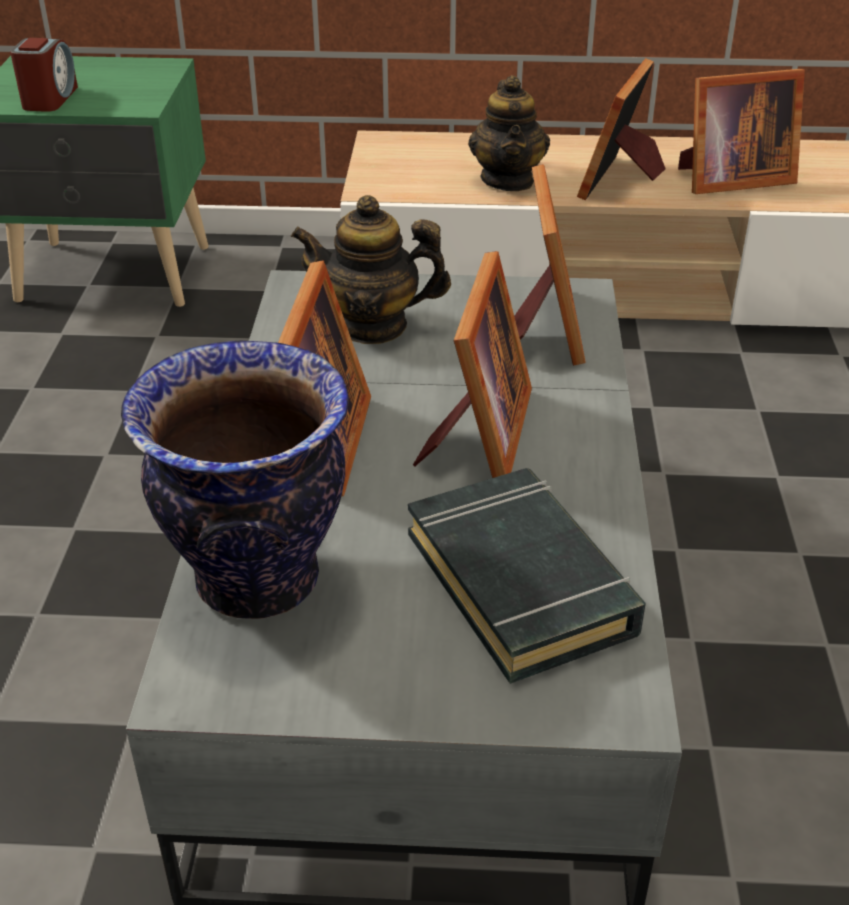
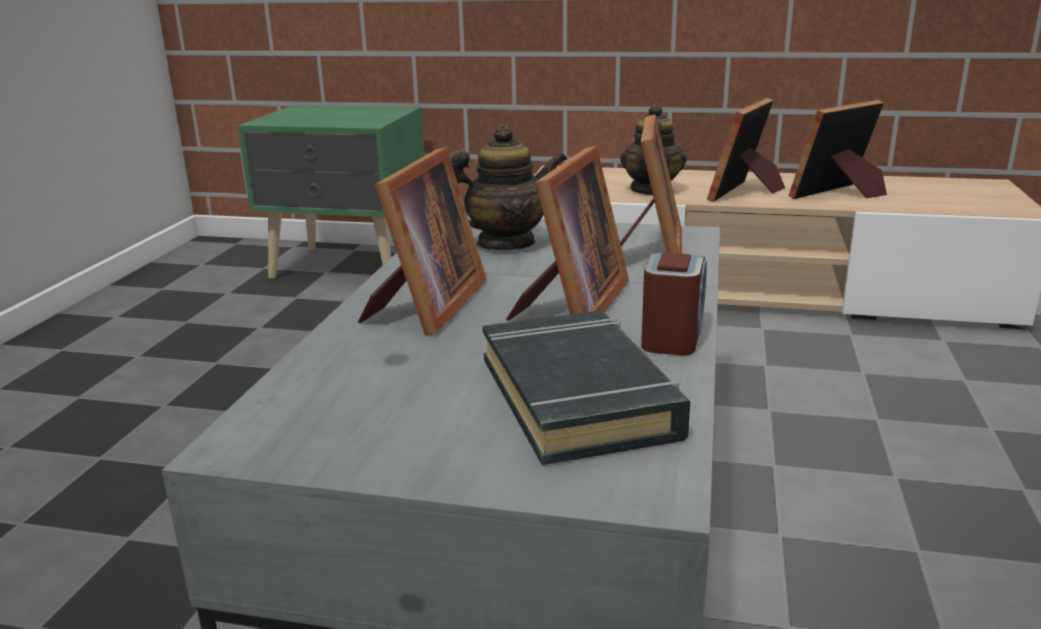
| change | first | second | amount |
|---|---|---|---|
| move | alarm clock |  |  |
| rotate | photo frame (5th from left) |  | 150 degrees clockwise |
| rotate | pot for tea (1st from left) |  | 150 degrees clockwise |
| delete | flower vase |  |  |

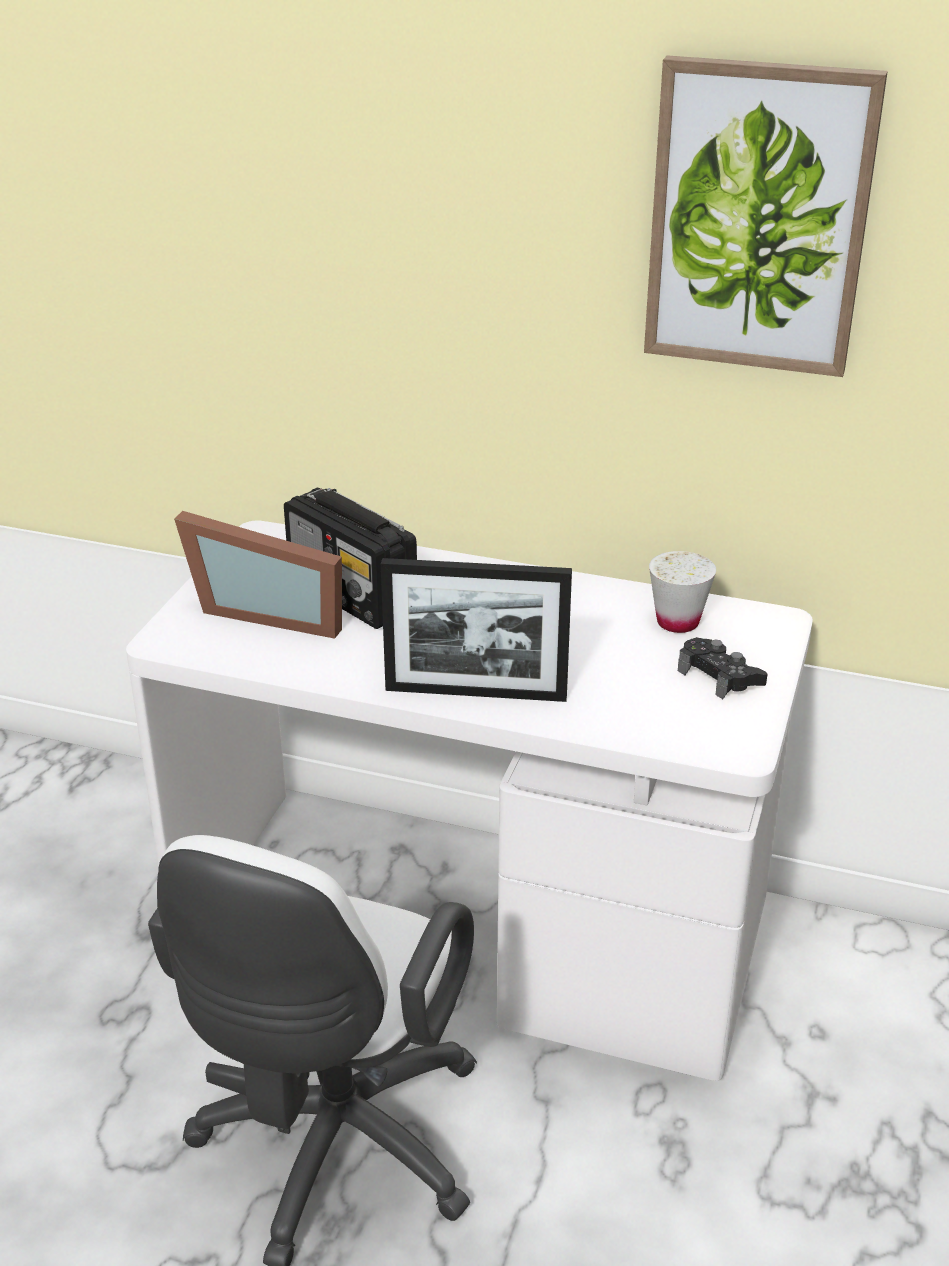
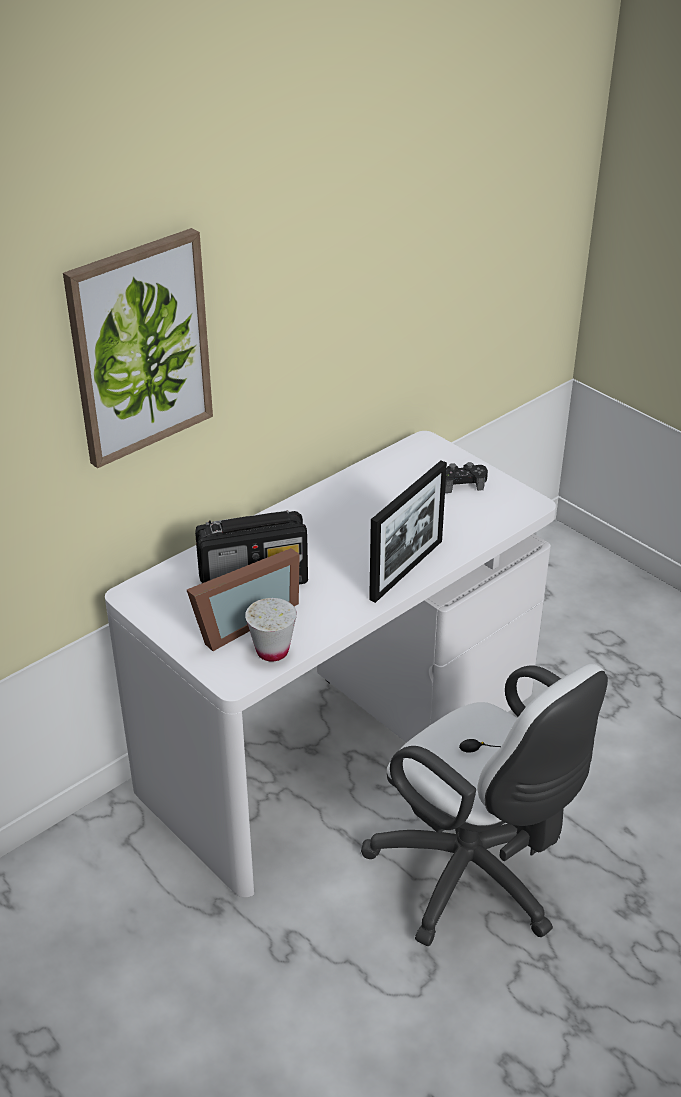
| change | first | second | amount |
|---|---|---|---|
| move | picture |  |  |
| move | whitish drinking cup |  |  |

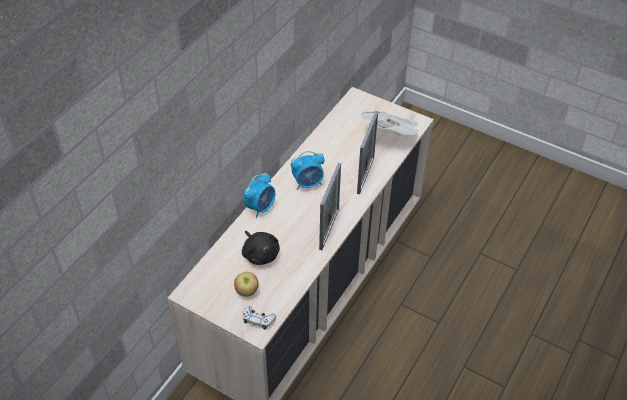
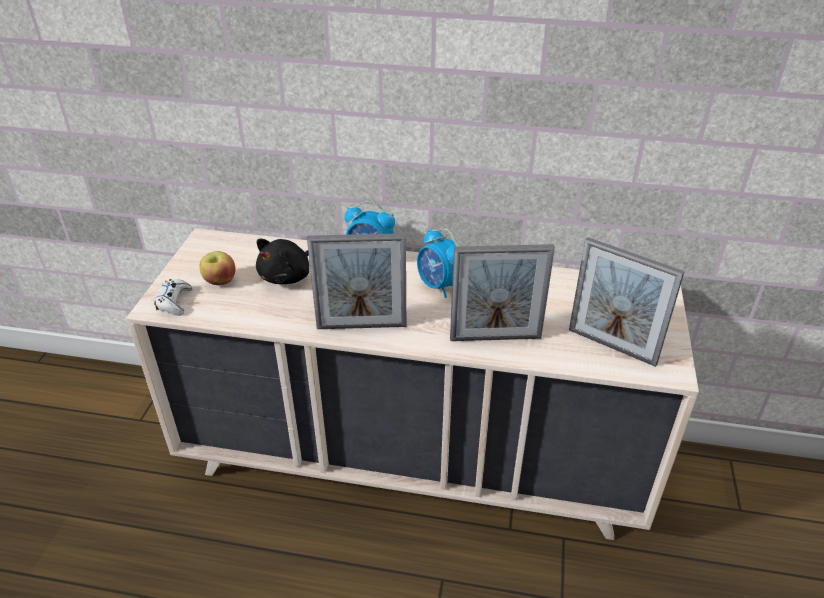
| change | first | second | amount |
|---|---|---|---|
| replace | daily paper | photo frame (3rd from left) |  |

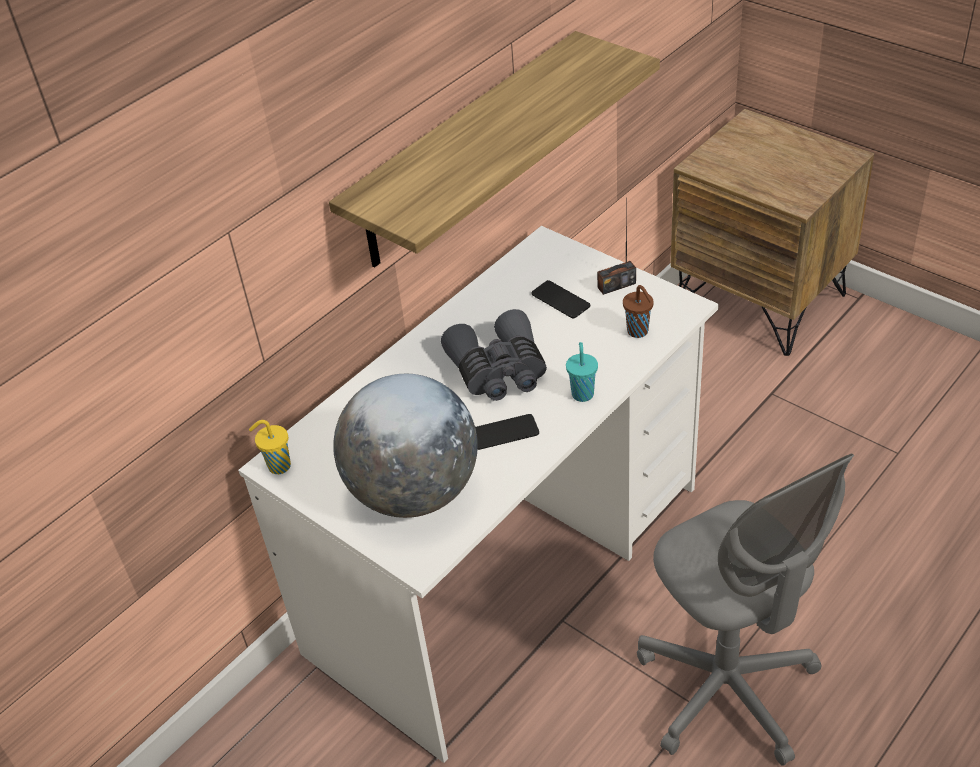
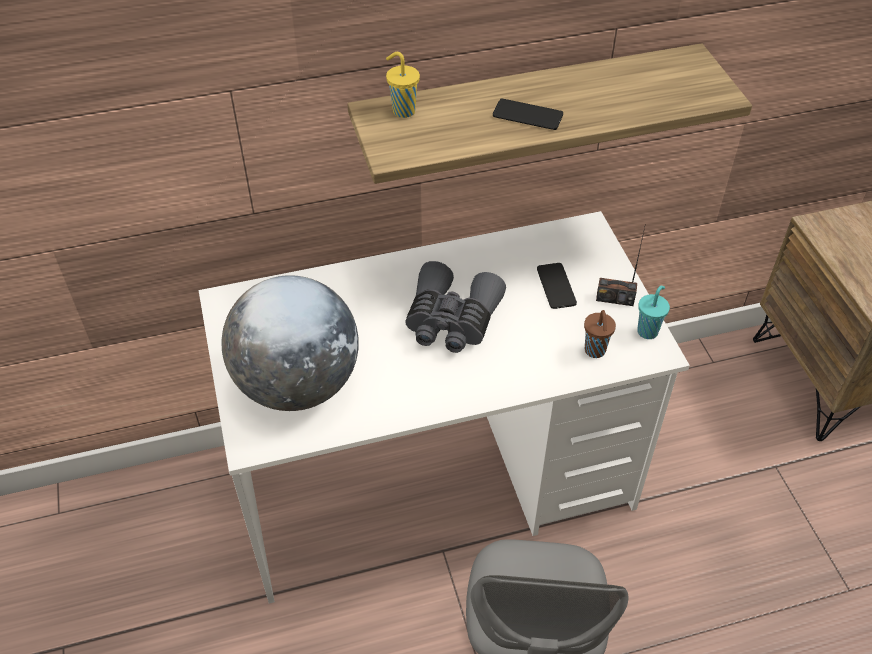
| change | first | second | amount |
|---|---|---|---|
| move | turquoise-coloured drinking cup |  |  |
| move | phone (1st from left) |  |  |
| move | yellowish drinking cup |  |  |

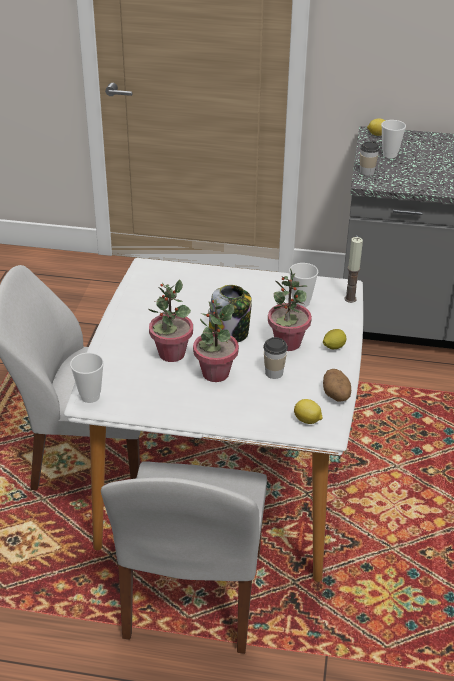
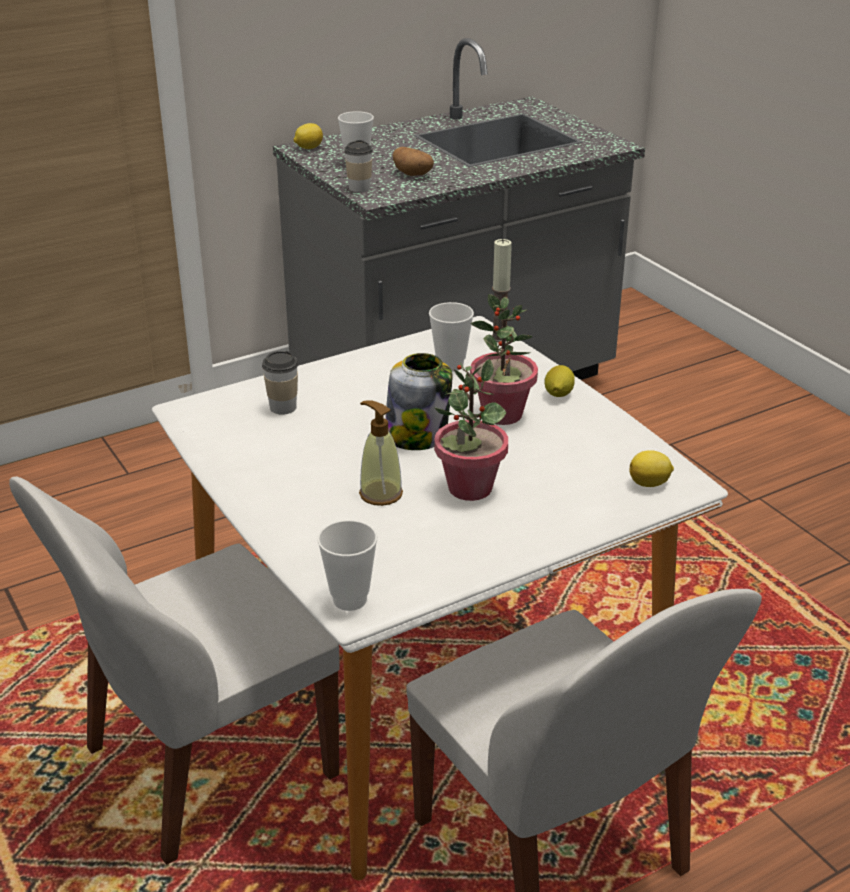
| change | first | second | amount |
|---|---|---|---|
| replace | potted plant (1st from left) | liquid soap bottle |  |
| move | drinking cup (2nd from left in the first image) | drinking cup (1st from left) |  |
| move | potato |  |  |

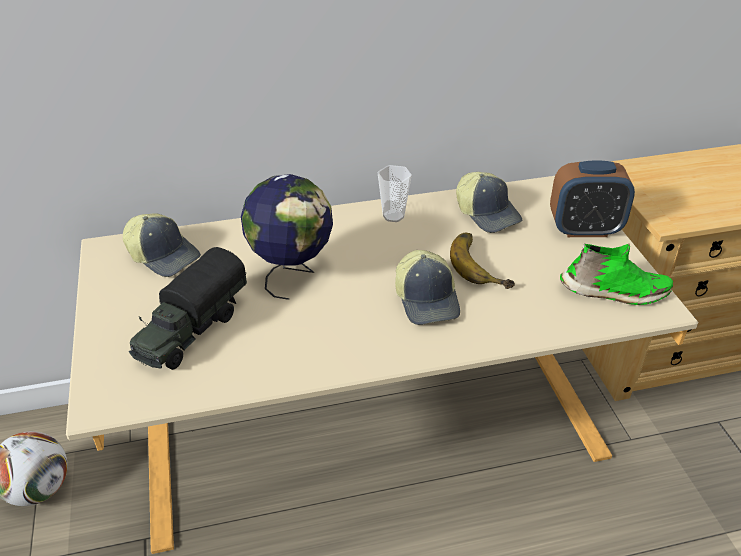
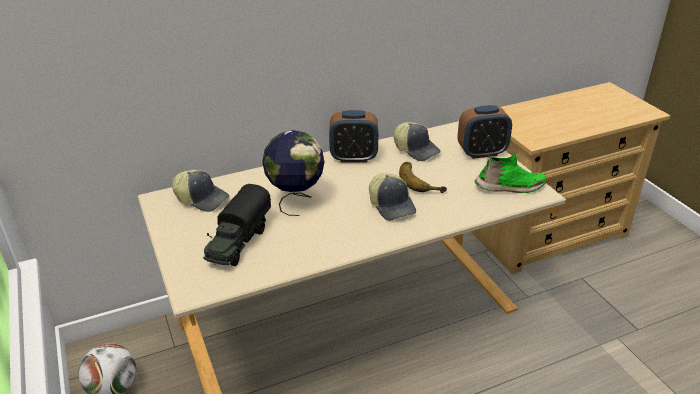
| change | first | second | amount |
|---|---|---|---|
| replace | drinking cup | alarm clock (1st from left) |  |

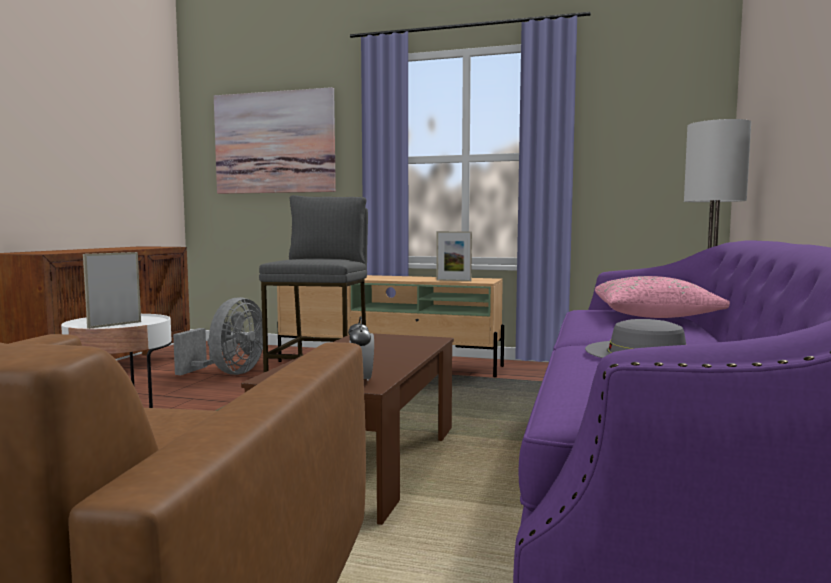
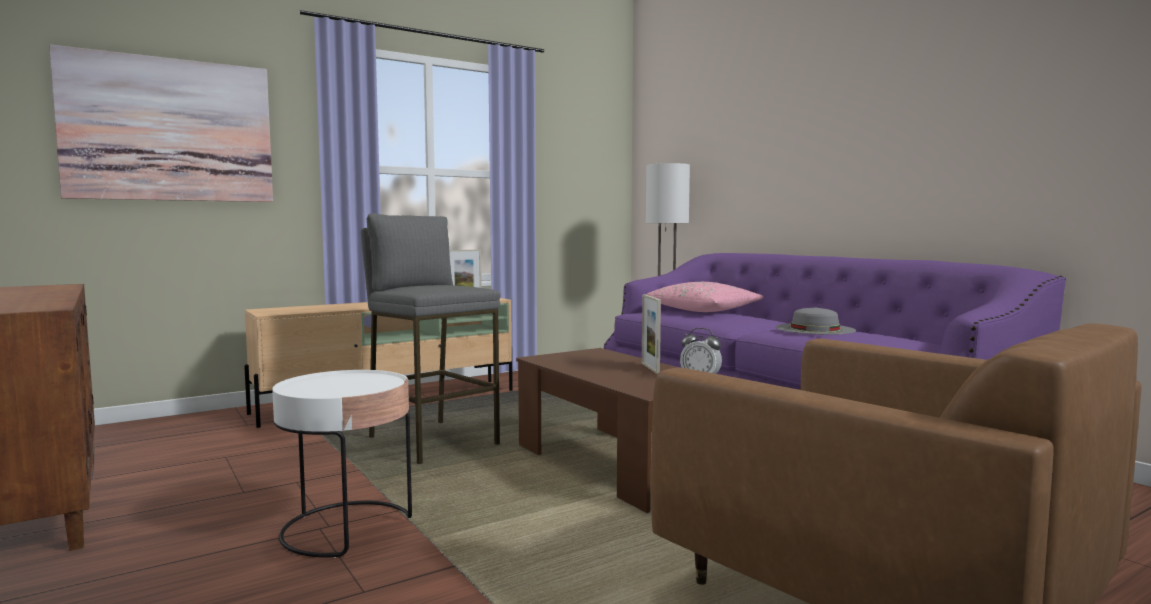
| change | first | second | amount |
|---|---|---|---|
| move | photo frame (1st from left in the first image) | photo frame (2nd from left) |  |
| delete | gray fan |  |  |

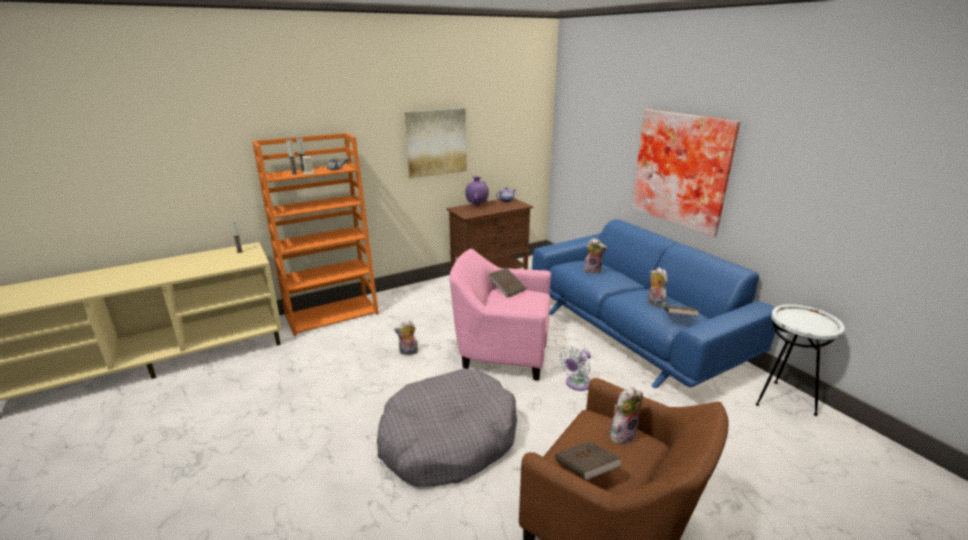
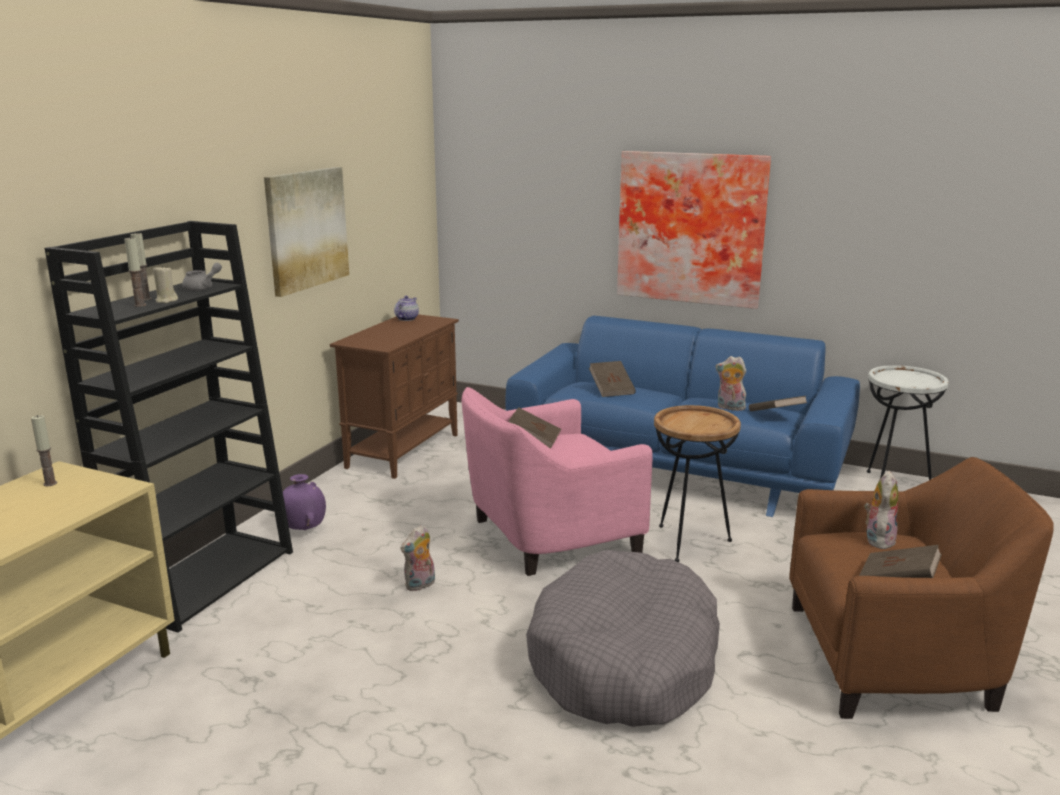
| change | first | second | amount |
|---|---|---|---|
| recolor | orange-coloured bookshelf | black bookshelf |  |
| move | purplish flower vase |  |  |
| replace | plush toy (2nd from left) | brown-coloured volume (2nd from left) |  |
| replace | whitish fan | brown-coloured end table |  |

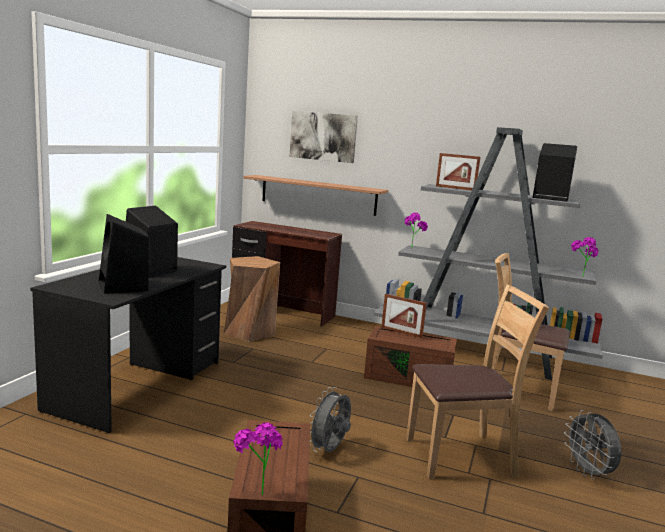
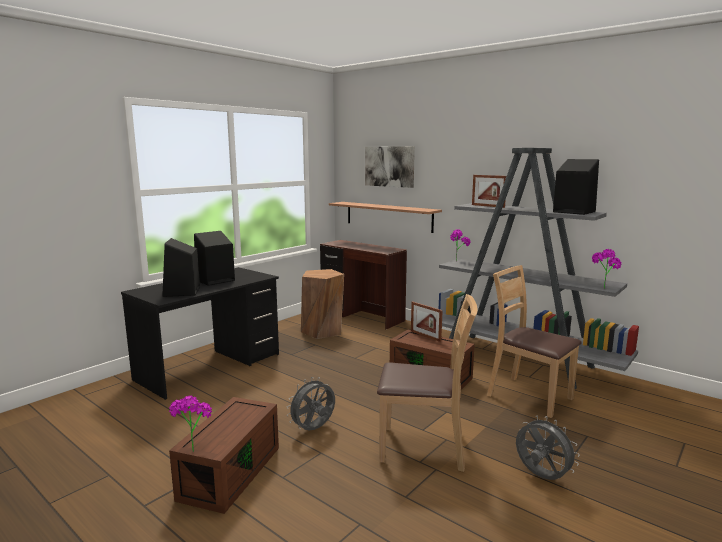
| change | first | second | amount |
|---|---|---|---|
| rotate | gray fan (2nd from left) |  | 135 degrees clockwise |

